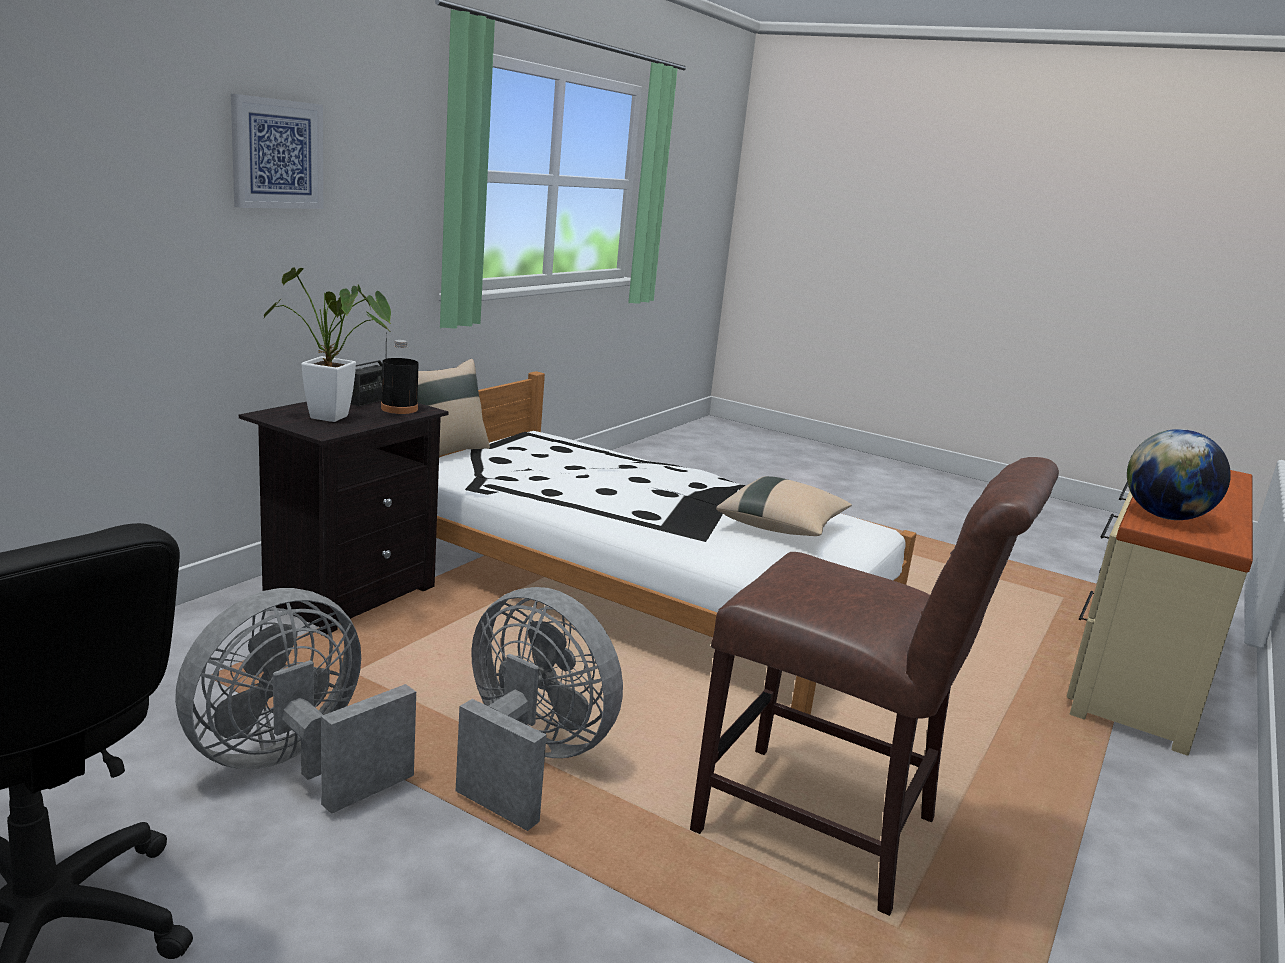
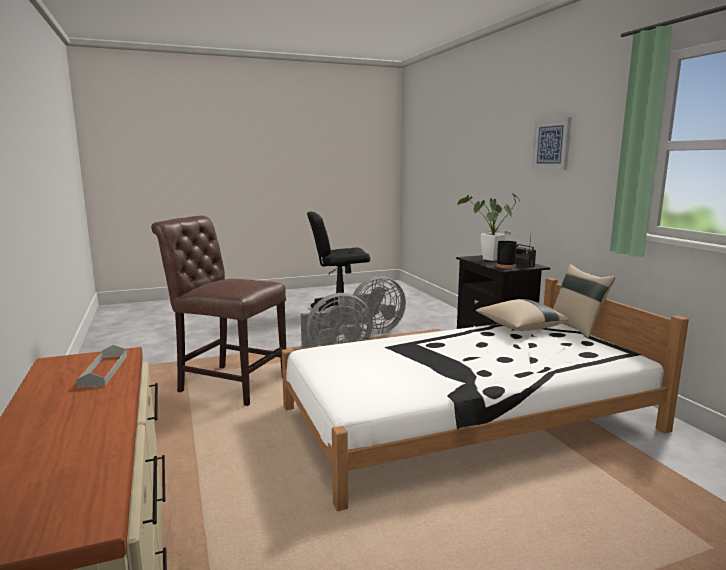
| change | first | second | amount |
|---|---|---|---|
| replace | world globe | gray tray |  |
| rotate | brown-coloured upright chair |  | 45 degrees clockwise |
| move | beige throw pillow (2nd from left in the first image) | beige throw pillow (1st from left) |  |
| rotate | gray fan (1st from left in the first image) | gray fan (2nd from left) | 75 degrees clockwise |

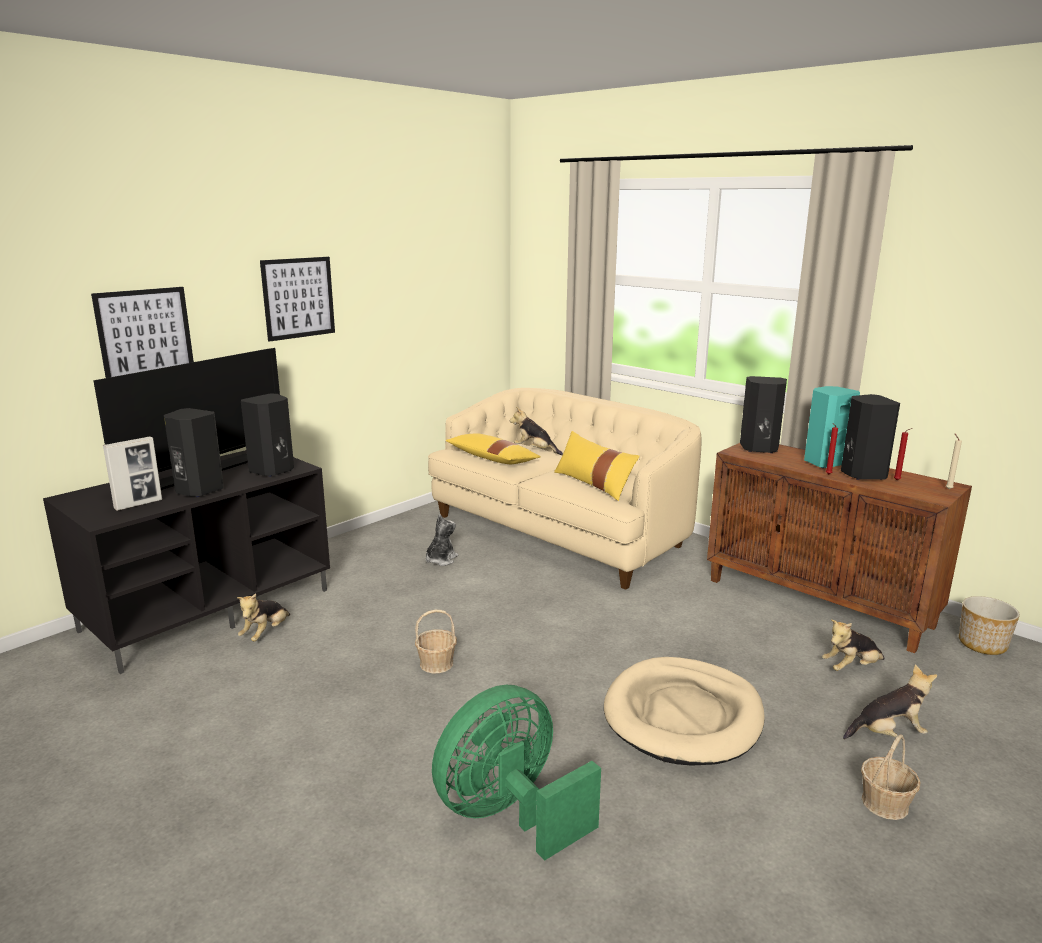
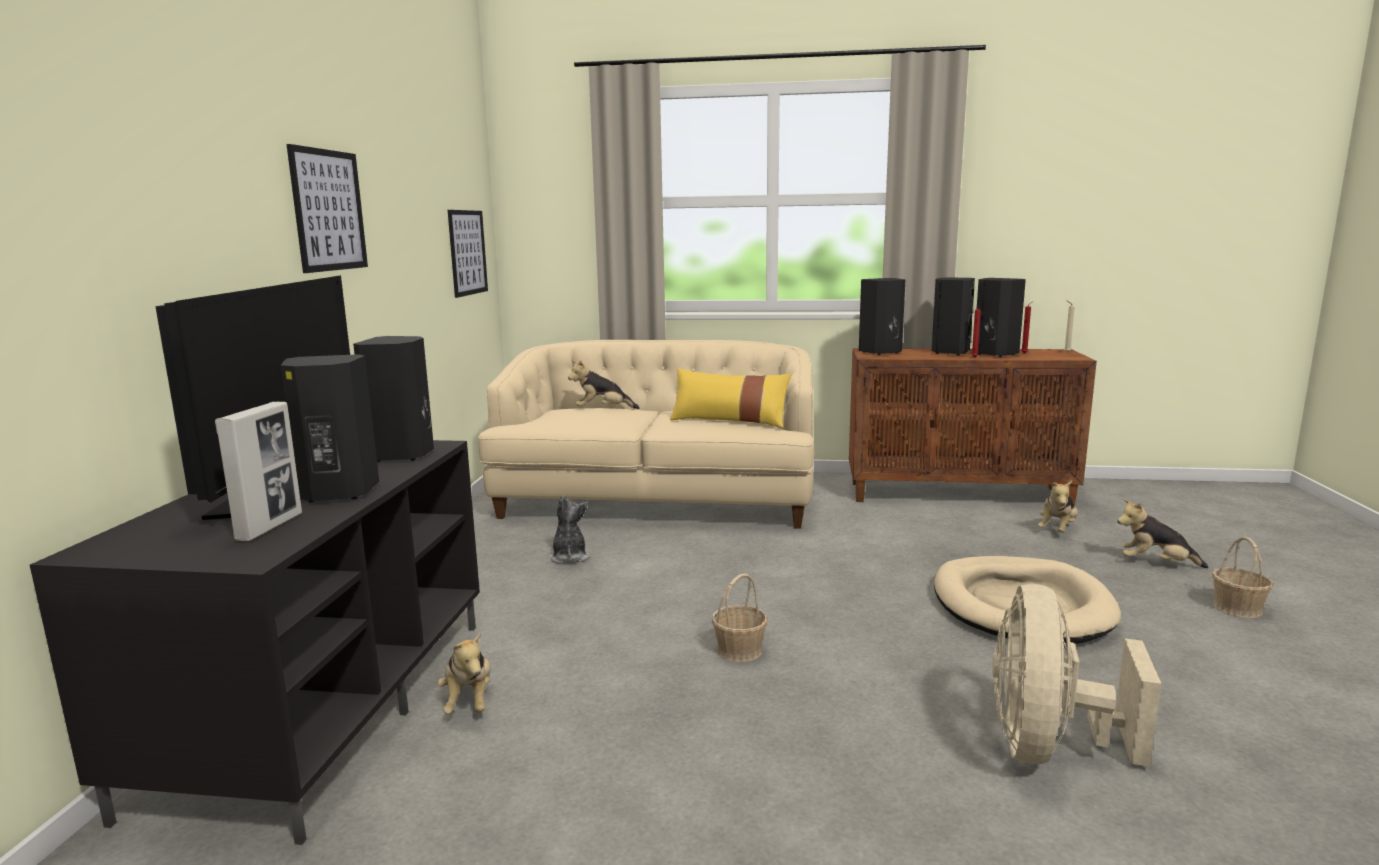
| change | first | second | amount |
|---|---|---|---|
| move | picture (1st from left in the first image) | picture (2nd from left) |  |
| recolor | turquoise-coloured speaker | black speaker (4th from left) |  |
| delete | yellowish throw pillow (1st from left) |  |  |
| delete | plant pot |  |  |
| rotate | plush toy (5th from left) |  | 120 degrees counterclockwise |
| recolor | green fan | beige fan |  |

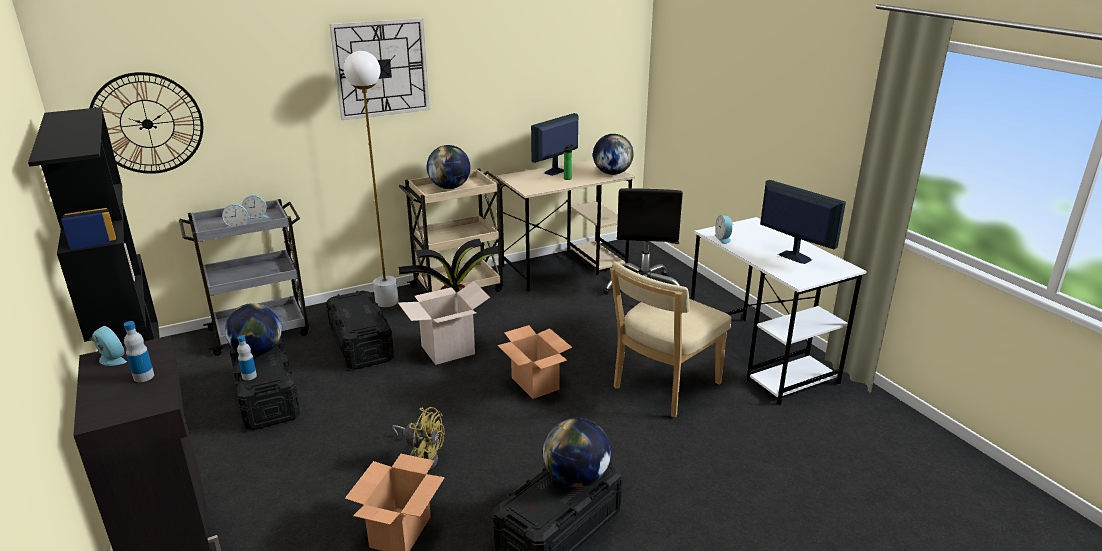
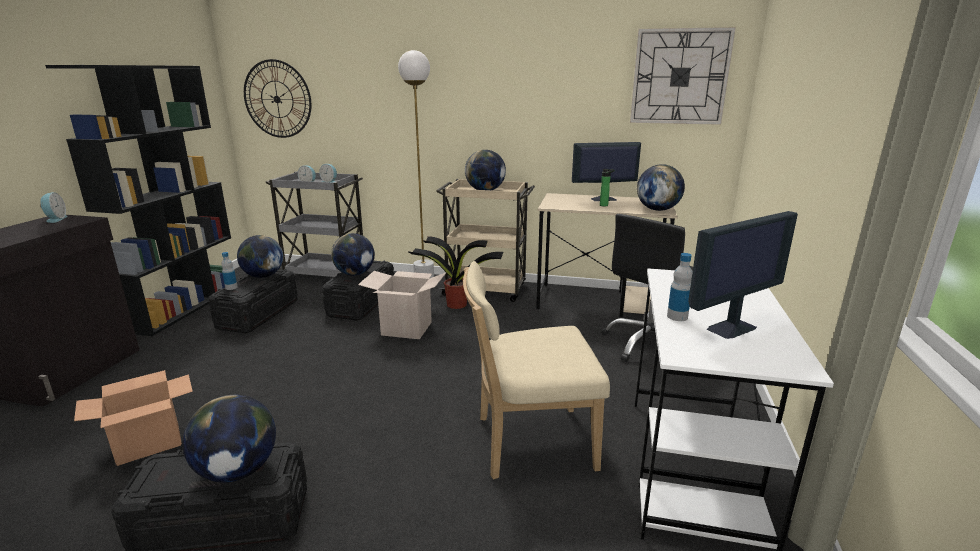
| change | first | second | amount |
|---|---|---|---|
| move | hanging clock (2nd from left) |  |  |
| rotate | computer screen (2nd from left) |  | 60 degrees clockwise |
| delete | alarm clock (4th from left) |  |  |
| move | bottle (1st from left in the first image) | bottle (3rd from left) |  |
| delete | packing box (3rd from left) |  |  |
| delete | yellowish fan |  |  |
| insert |  | world globe (3rd from left) |  |

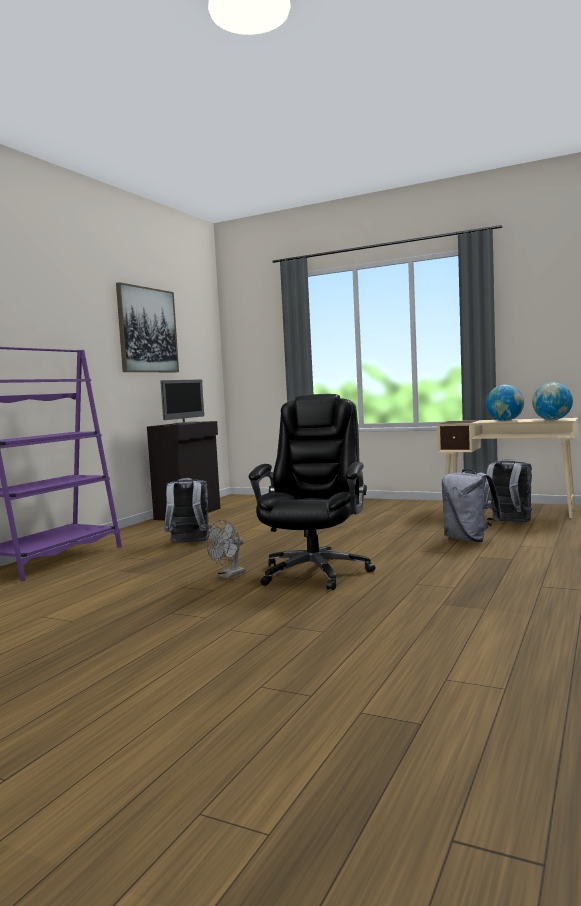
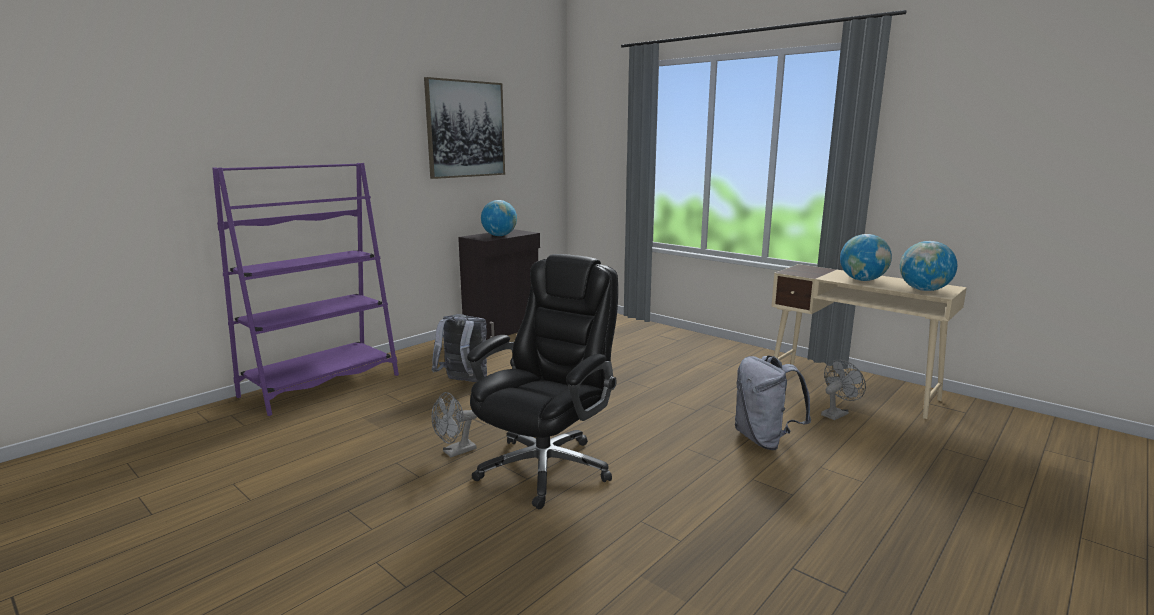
| change | first | second | amount |
|---|---|---|---|
| replace | computer screen | world globe (1st from left) |  |
| replace | gray backpack (3rd from left) | gray fan (2nd from left) |  |

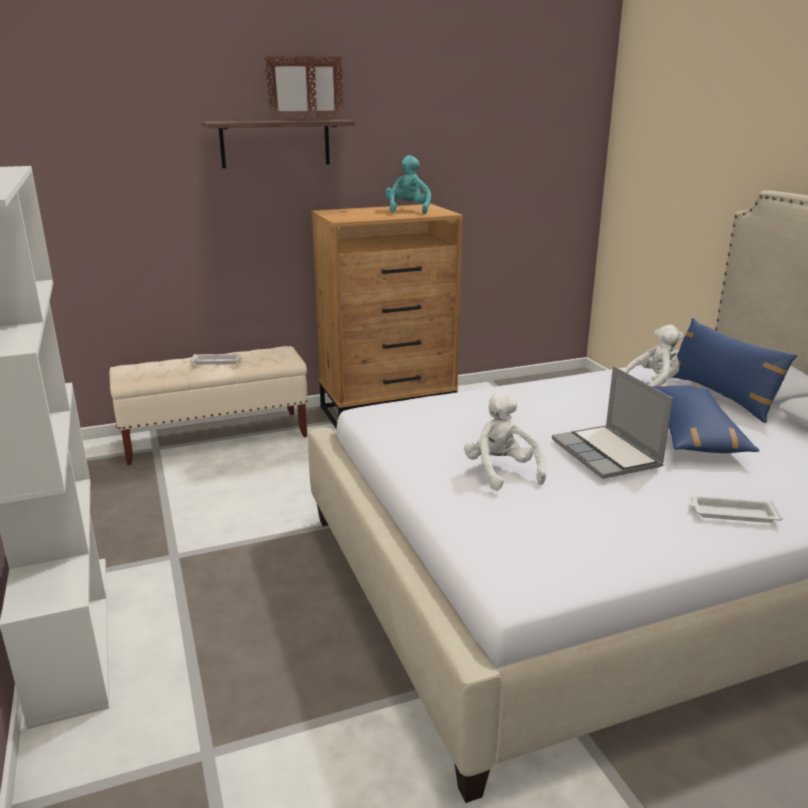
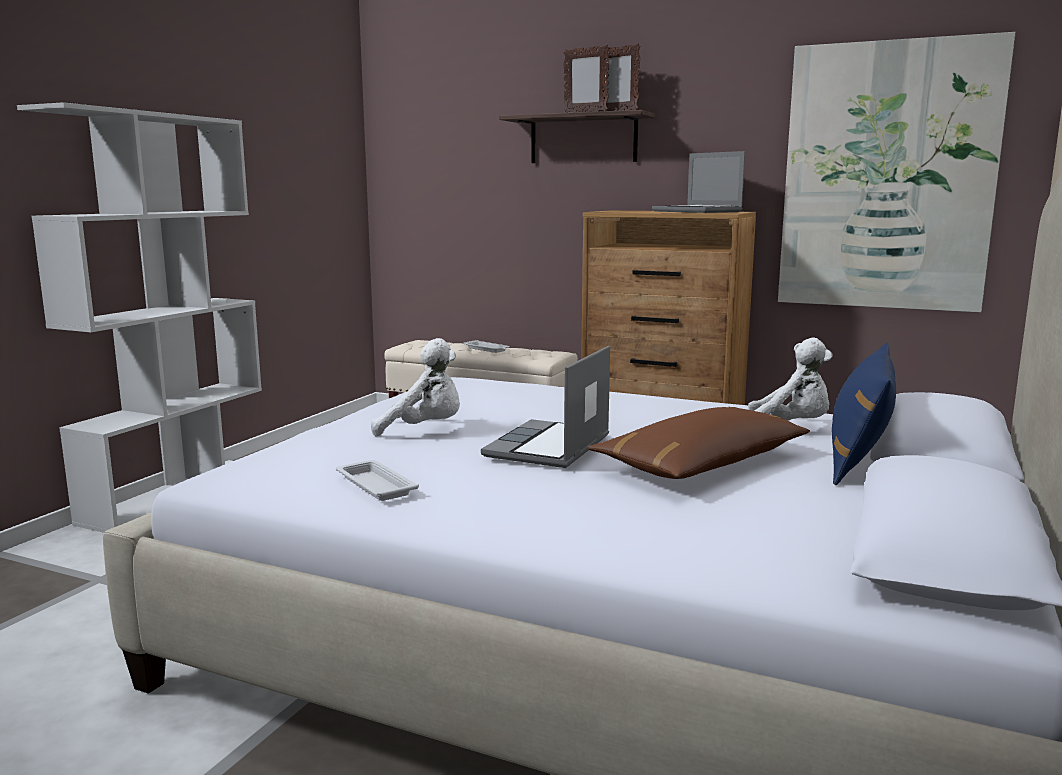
| change | first | second | amount |
|---|---|---|---|
| replace | turquoise-coloured plush toy | notebook computer (2nd from left) |  |
| recolor | blue throw pillow (1st from left) | brown-coloured throw pillow |  |
| rotate | whitish plush toy (1st from left) |  | 75 degrees clockwise |
| move | whitish tray (2nd from left in the first image) | whitish tray (1st from left) |  |
| insert |  | picture |  |

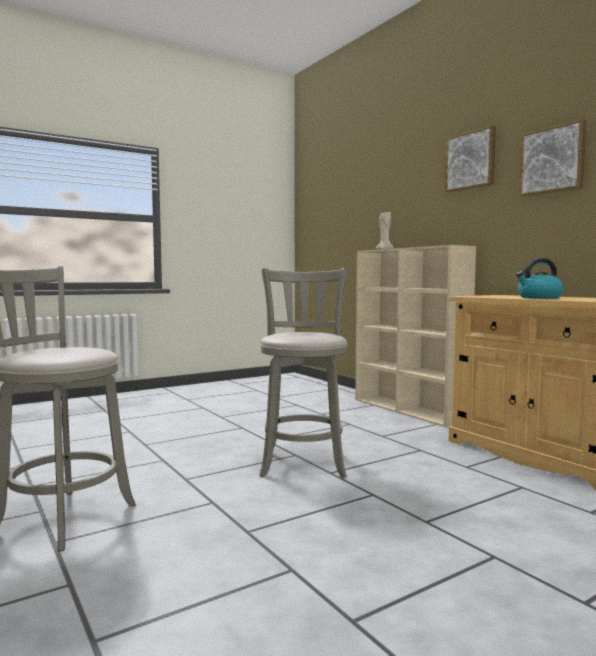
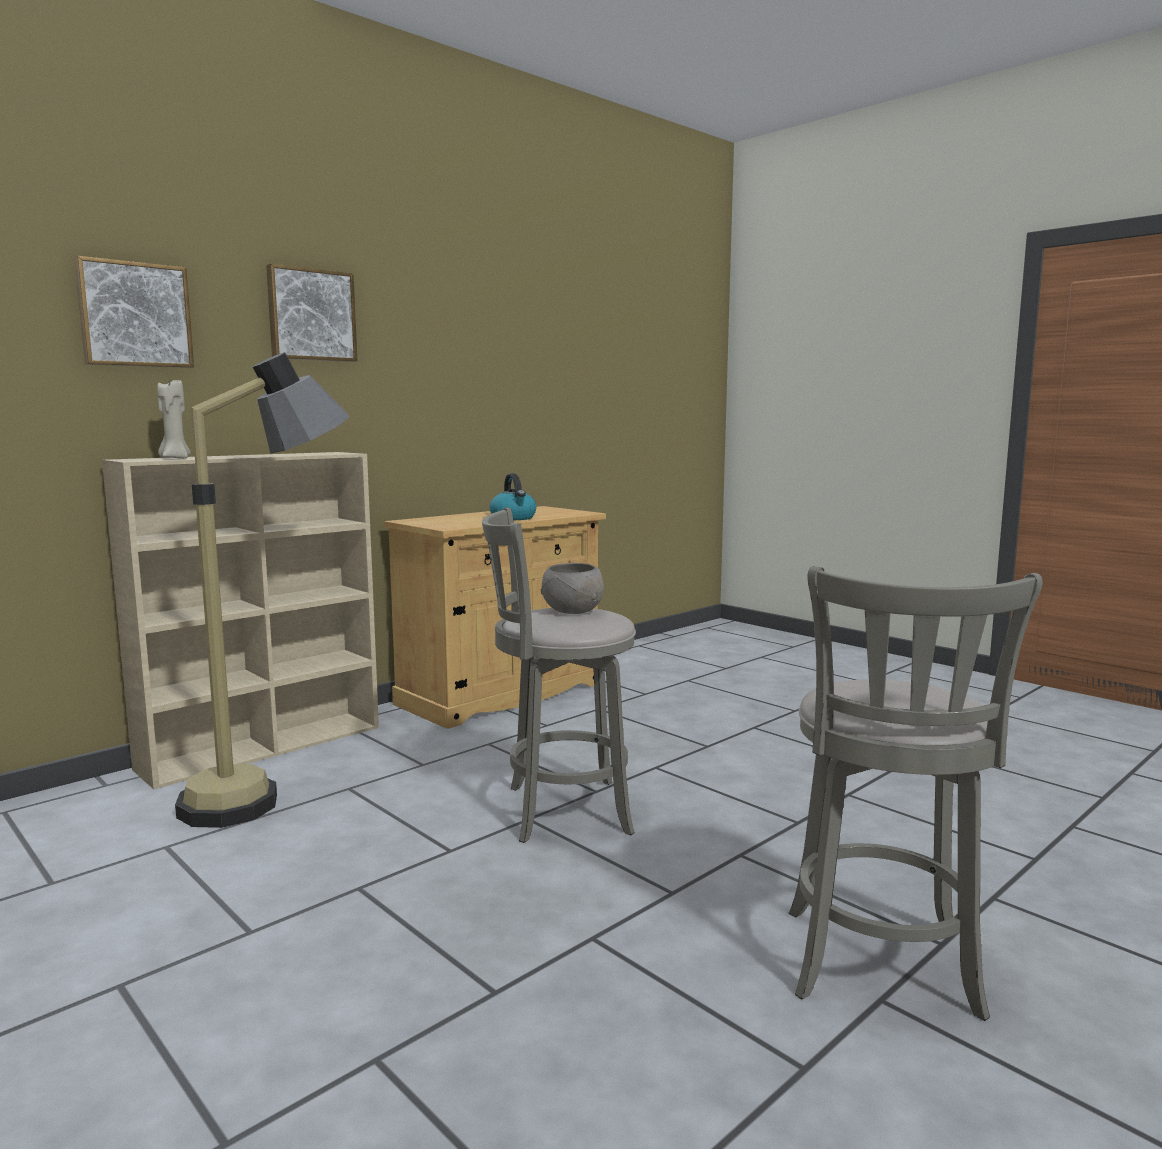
| change | first | second | amount |
|---|---|---|---|
| move | picture (2nd from left in the first image) | picture (1st from left) |  |
| insert |  | standard lamp |  |
| insert |  | gray deep dish |  |

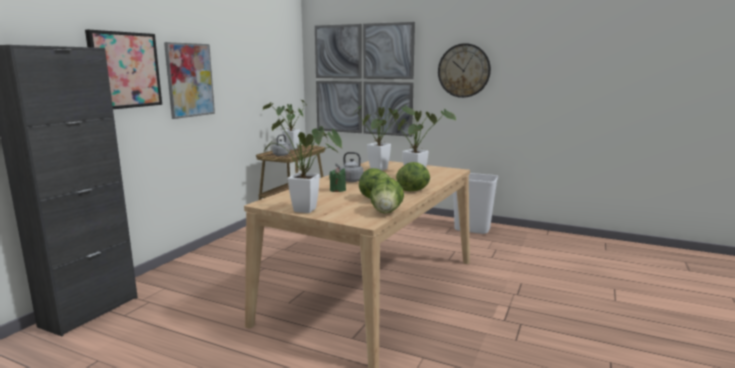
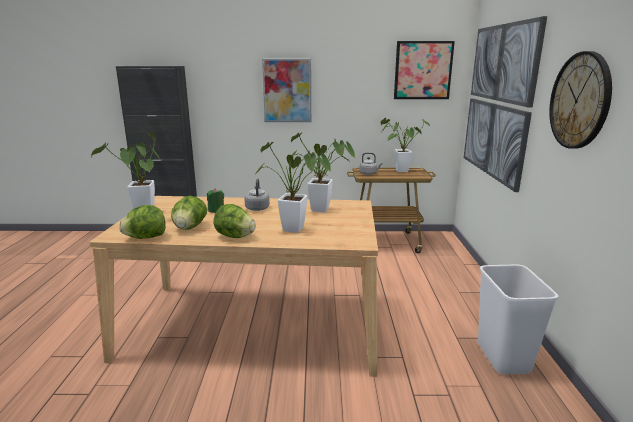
| change | first | second | amount |
|---|---|---|---|
| move | picture (1st from left in the first image) | picture (2nd from left) |  |

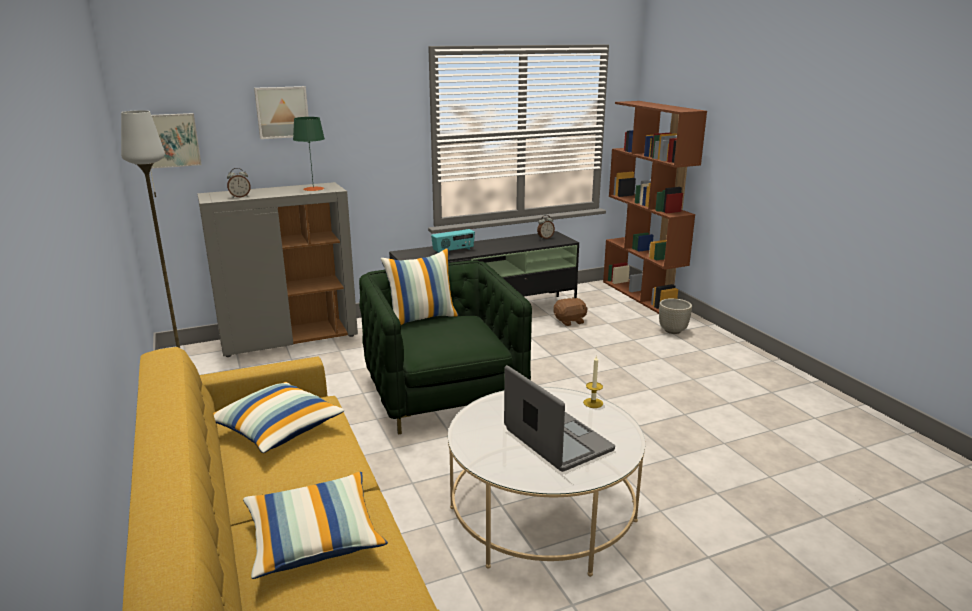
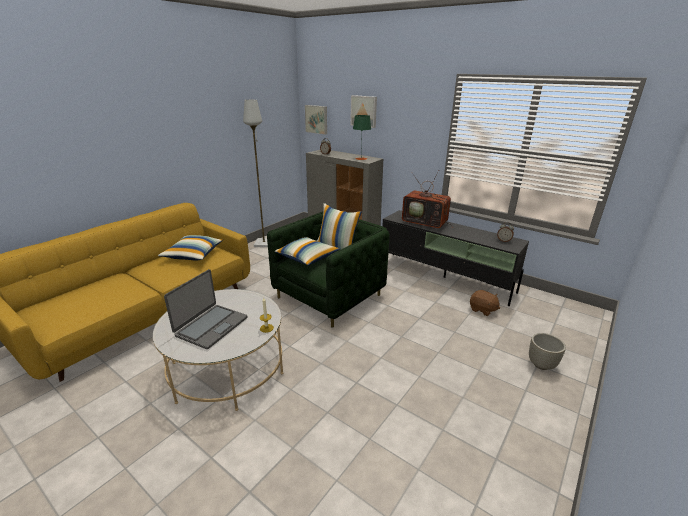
| change | first | second | amount |
|---|---|---|---|
| delete | brown-coloured bookshelf |  |  |
| replace | radio receiver | TV |  |
| move | throw pillow (2nd from left) |  |  |

